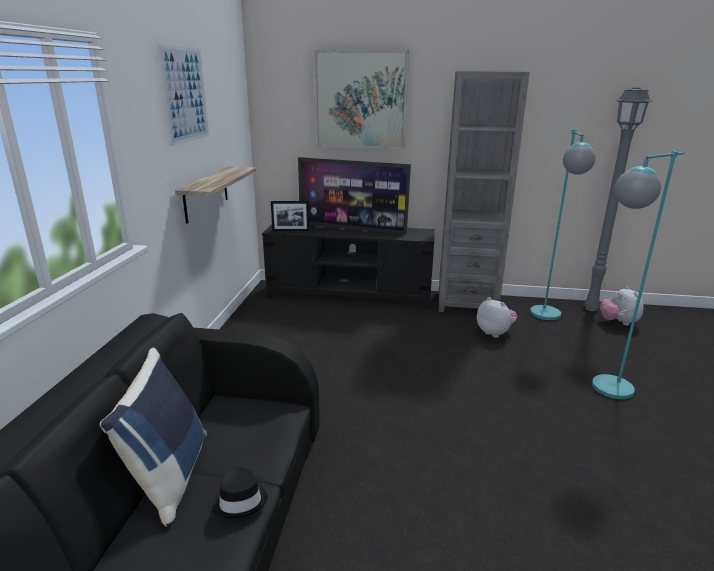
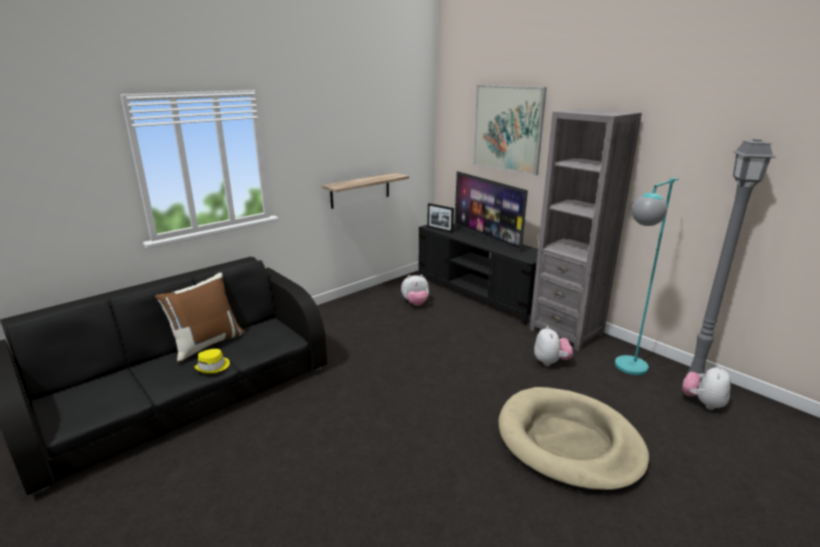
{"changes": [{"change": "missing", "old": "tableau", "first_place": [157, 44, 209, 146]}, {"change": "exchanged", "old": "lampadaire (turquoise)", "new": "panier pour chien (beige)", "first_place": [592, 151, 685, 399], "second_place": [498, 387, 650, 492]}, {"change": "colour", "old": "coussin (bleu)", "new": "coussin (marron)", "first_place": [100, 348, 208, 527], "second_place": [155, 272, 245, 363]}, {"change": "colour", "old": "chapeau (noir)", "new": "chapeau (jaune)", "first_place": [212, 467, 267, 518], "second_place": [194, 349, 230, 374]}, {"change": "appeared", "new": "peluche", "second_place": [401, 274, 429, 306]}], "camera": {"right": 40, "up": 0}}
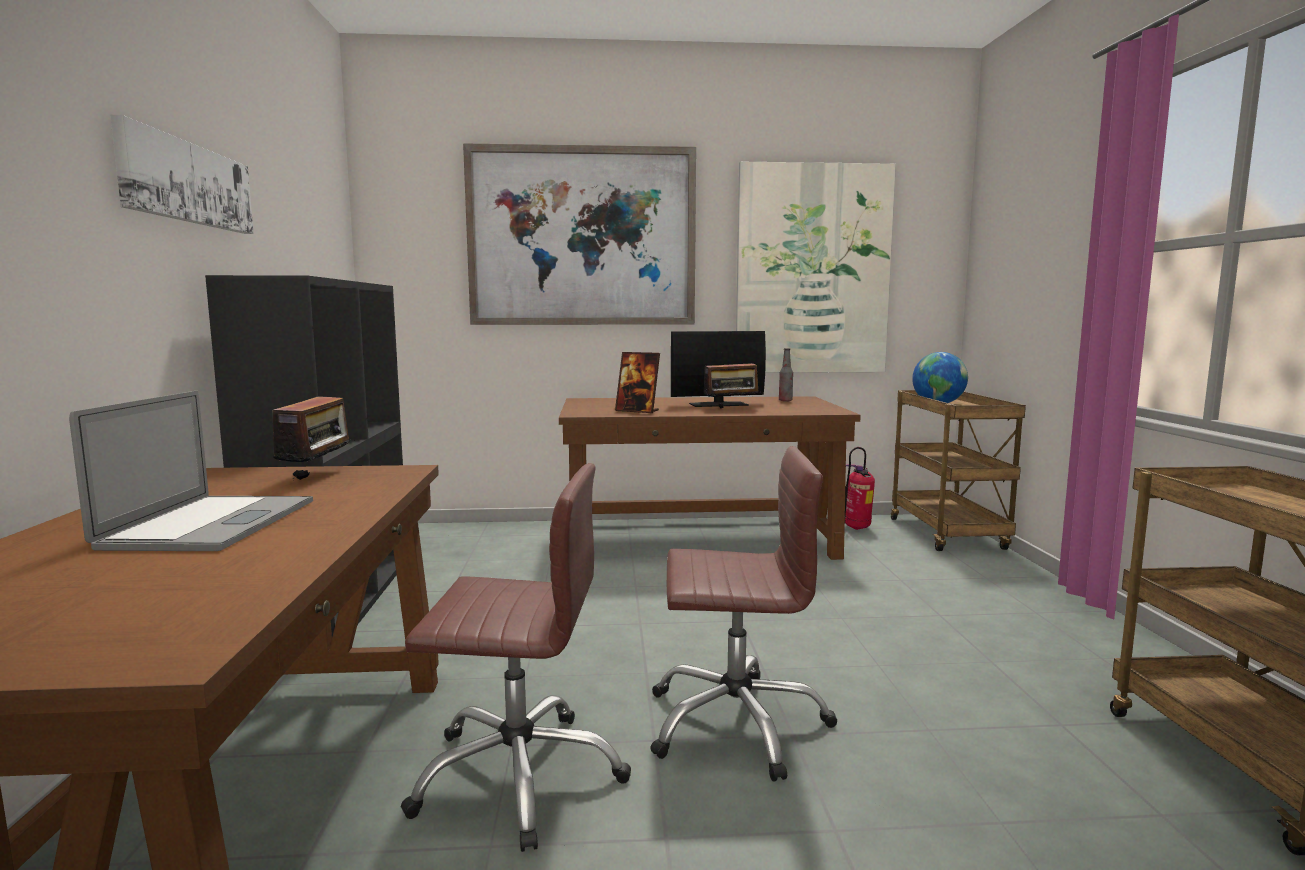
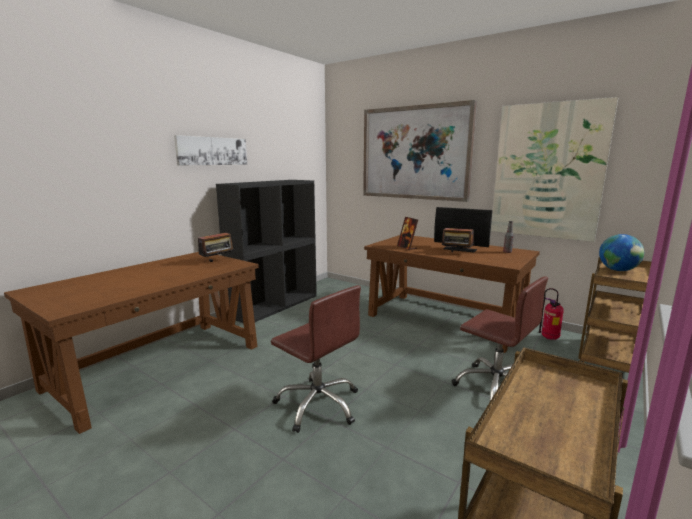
{"changes": [{"change": "missing", "old": "ordinateur portable", "first_place": [69, 391, 313, 551]}, {"change": "relocated", "old": "chaise de bureau (marron)", "first_place": [401, 463, 631, 852], "second_place": [452, 276, 548, 402]}], "camera": {"right": 40, "up": 5}}
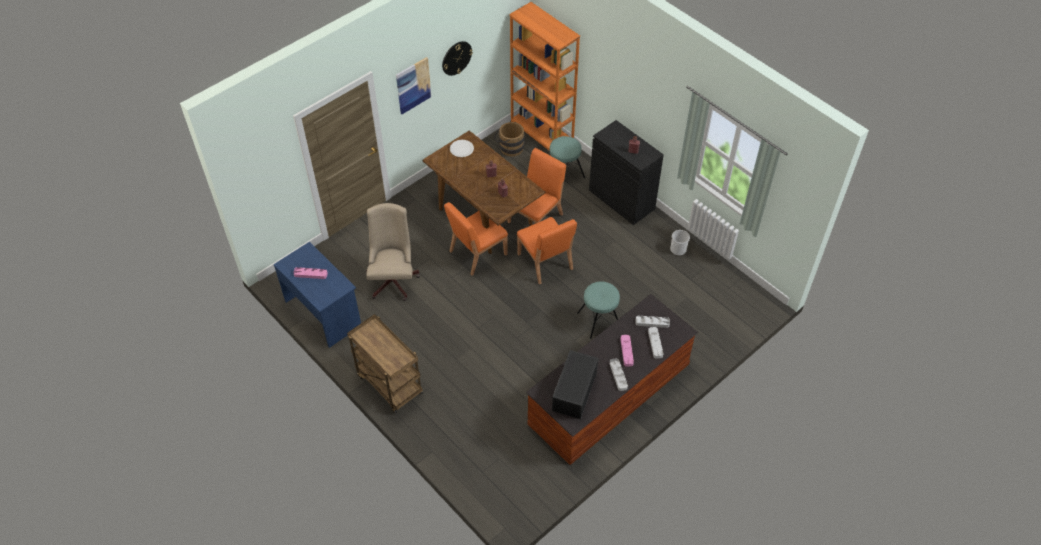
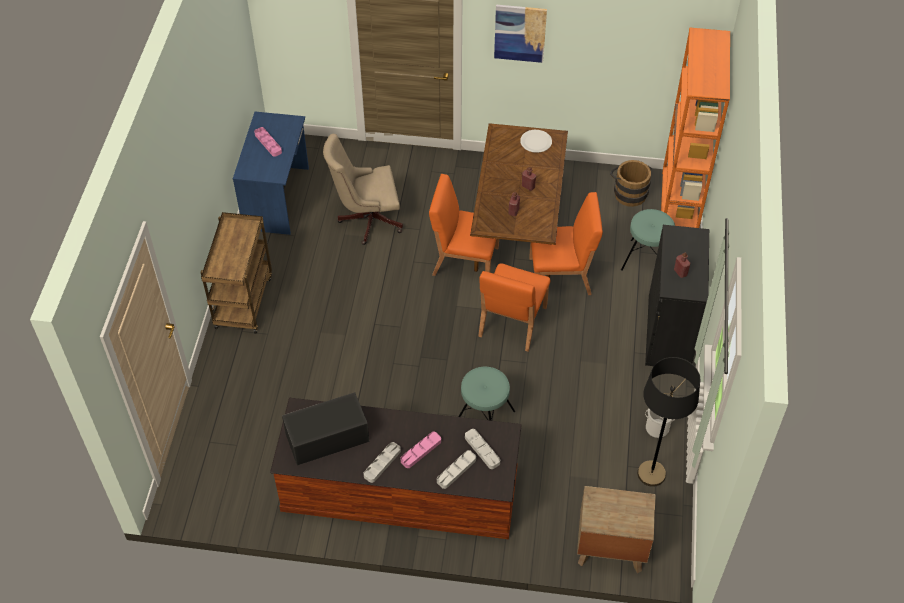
{"changes": [{"change": "missing", "old": "horloge murale", "first_place": [442, 41, 473, 76]}, {"change": "spun", "old": "chaise de bureau (beige)", "first_place": [366, 203, 420, 301], "second_place": [323, 134, 403, 245], "degrees": -150}, {"change": "appeared", "new": "lampadaire (noir)", "second_place": [637, 357, 700, 487]}, {"change": "appeared", "new": "table de chevet (marron)", "second_place": [577, 486, 656, 573]}], "camera": {"right": 50, "up": 0}}
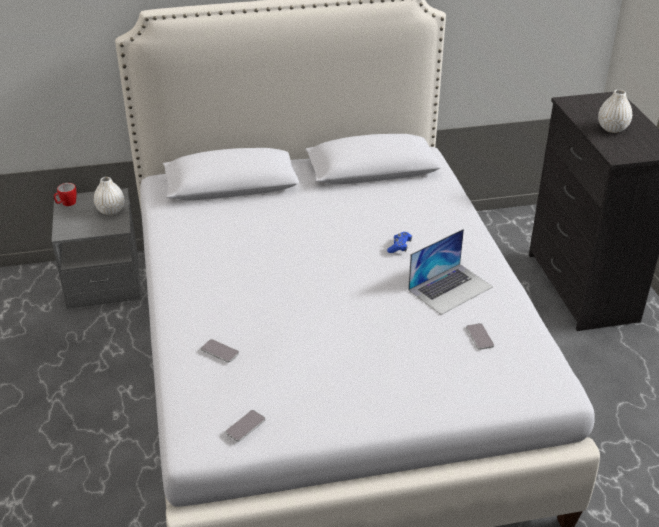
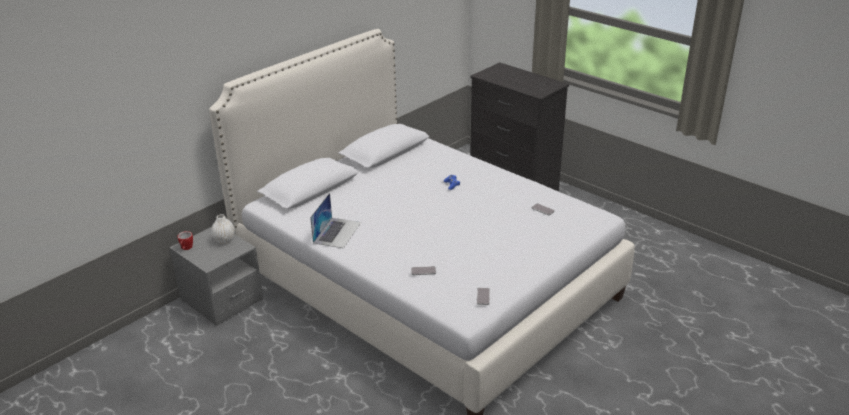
{"changes": [{"change": "missing", "old": "vase (blanc)", "first_place": [598, 89, 632, 133]}, {"change": "relocated", "old": "ordinateur portable", "first_place": [408, 229, 493, 315], "second_place": [310, 193, 361, 248]}], "camera": {"right": -35, "up": -5}}
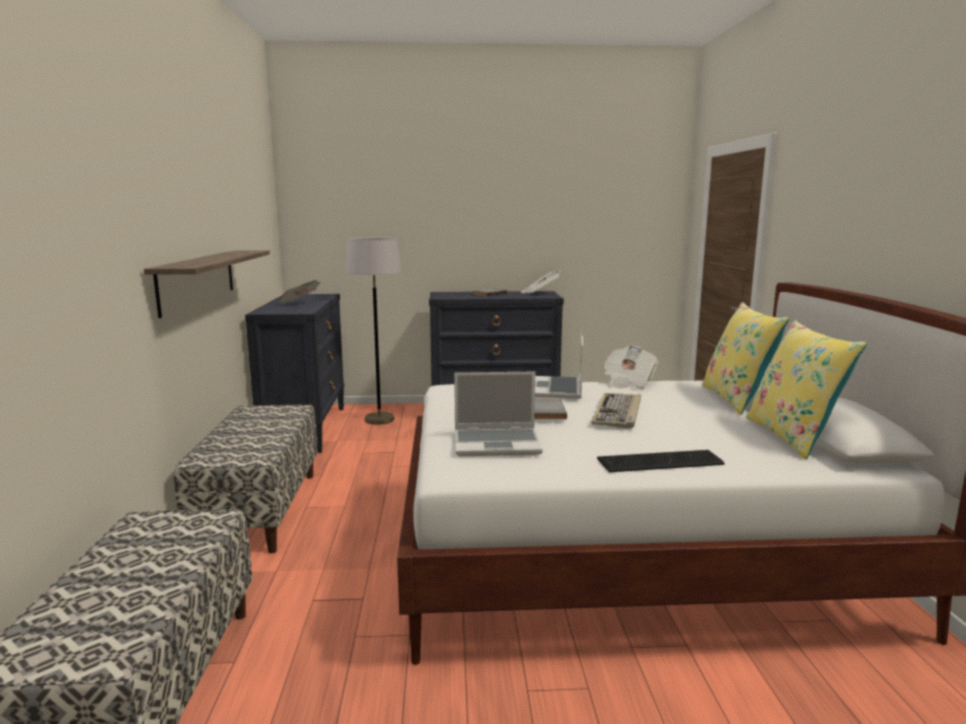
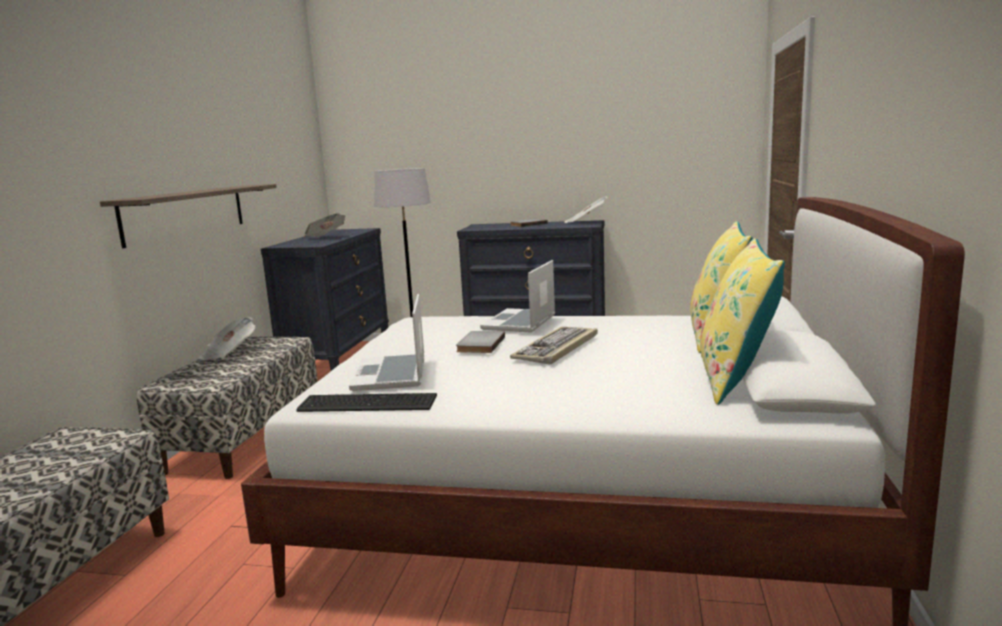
{"changes": [{"change": "relocated", "old": "journal", "first_place": [603, 345, 659, 389], "second_place": [199, 317, 255, 360]}, {"change": "spun", "old": "ordinateur portable", "first_place": [454, 372, 543, 456], "second_place": [349, 294, 425, 391], "degrees": 75}, {"change": "relocated", "old": "clavier", "first_place": [597, 450, 725, 472], "second_place": [296, 393, 437, 412]}], "camera": {"right": 15, "up": 0}}
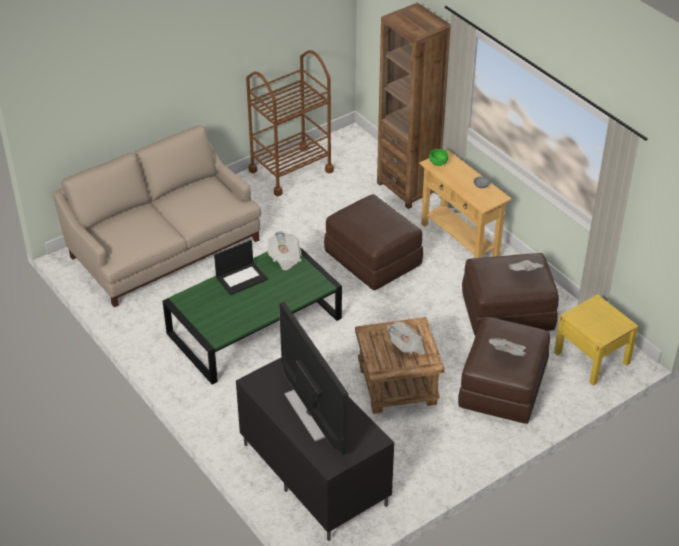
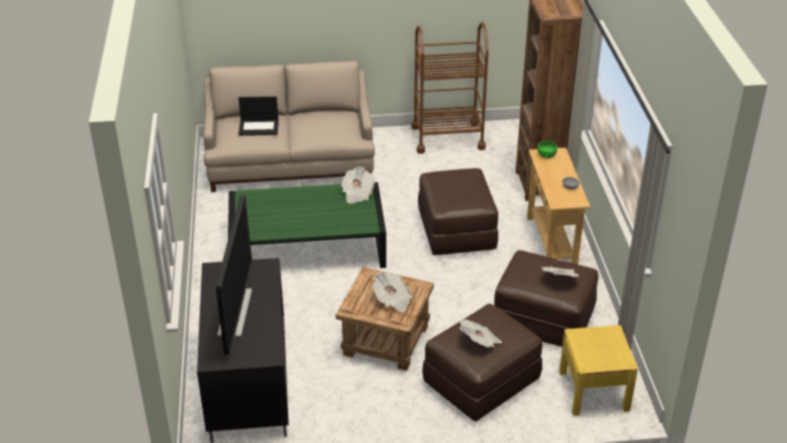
{"changes": [{"change": "relocated", "old": "ordinateur portable", "first_place": [214, 240, 268, 295], "second_place": [238, 96, 279, 136]}], "camera": {"right": 30, "up": -5}}
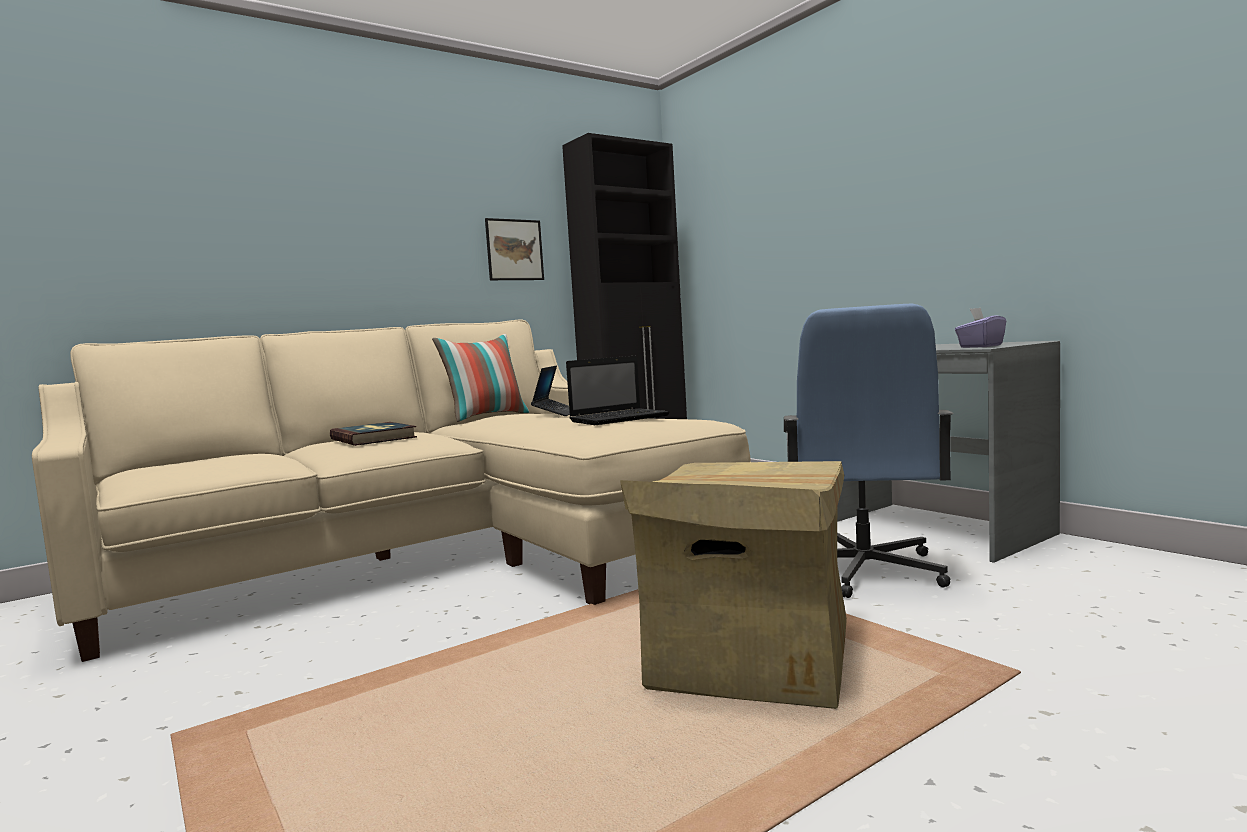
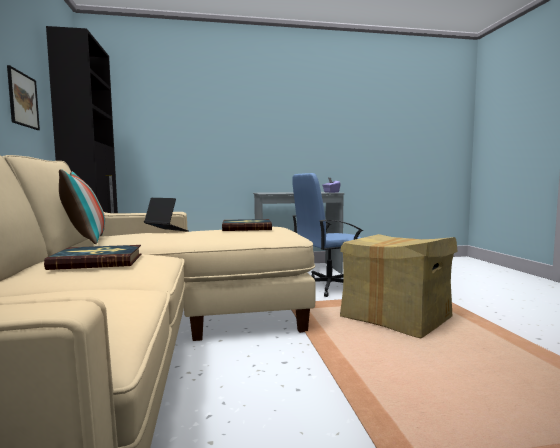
{"changes": [{"change": "spun", "old": "chaise de bureau (bleu)", "first_place": [784, 304, 954, 598], "second_place": [292, 173, 363, 297], "degrees": 120}, {"change": "exchanged", "old": "ordinateur portable", "new": "livre", "first_place": [566, 356, 670, 425], "second_place": [222, 219, 272, 231]}], "camera": {"right": -65, "up": 0}}
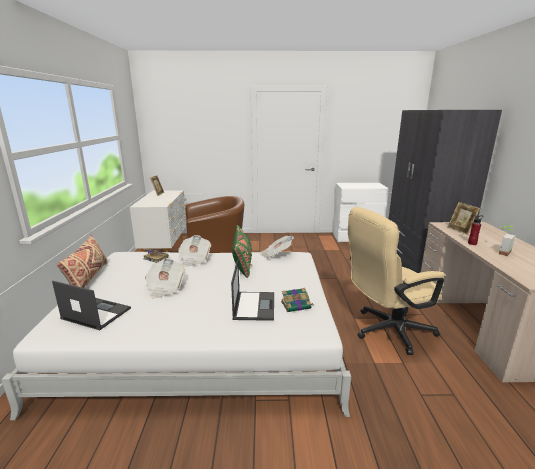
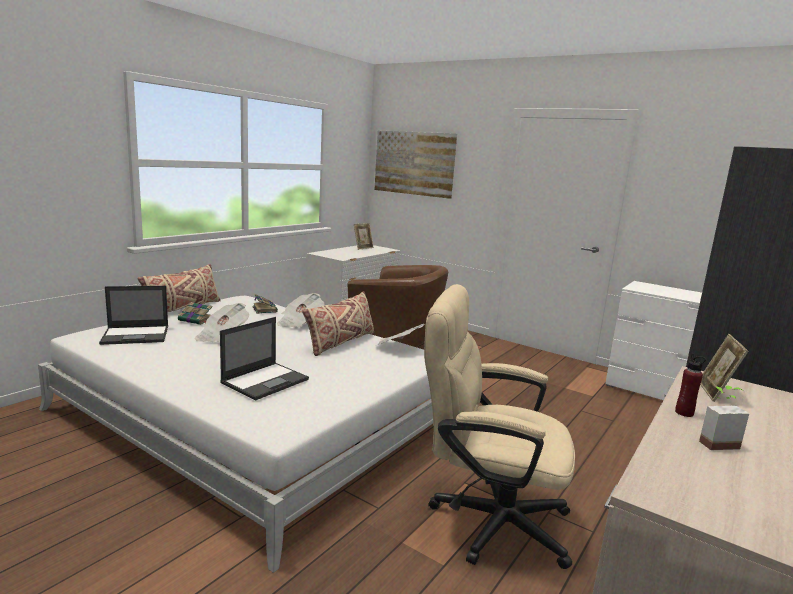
{"changes": [{"change": "colour", "old": "coussin (vert)", "new": "coussin (beige)", "first_place": [232, 225, 252, 278], "second_place": [302, 291, 374, 356]}, {"change": "spun", "old": "ordinateur portable", "first_place": [52, 281, 131, 330], "second_place": [99, 286, 168, 345], "degrees": 105}, {"change": "relocated", "old": "livre", "first_place": [281, 288, 313, 312], "second_place": [178, 302, 213, 325]}, {"change": "appeared", "new": "tableau", "second_place": [375, 131, 457, 199]}], "camera": {"right": 35, "up": -5}}
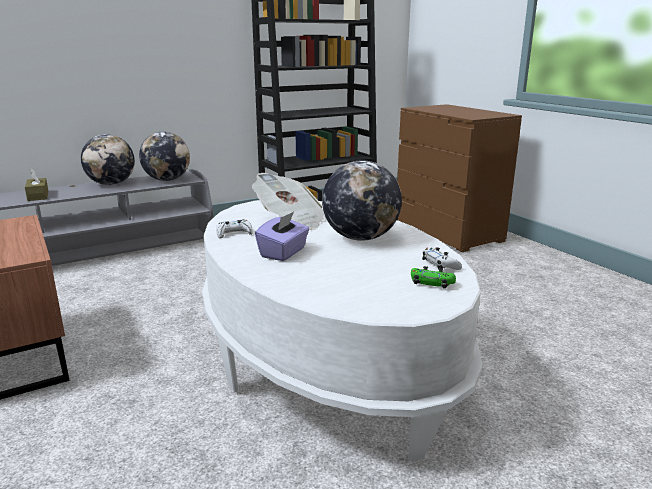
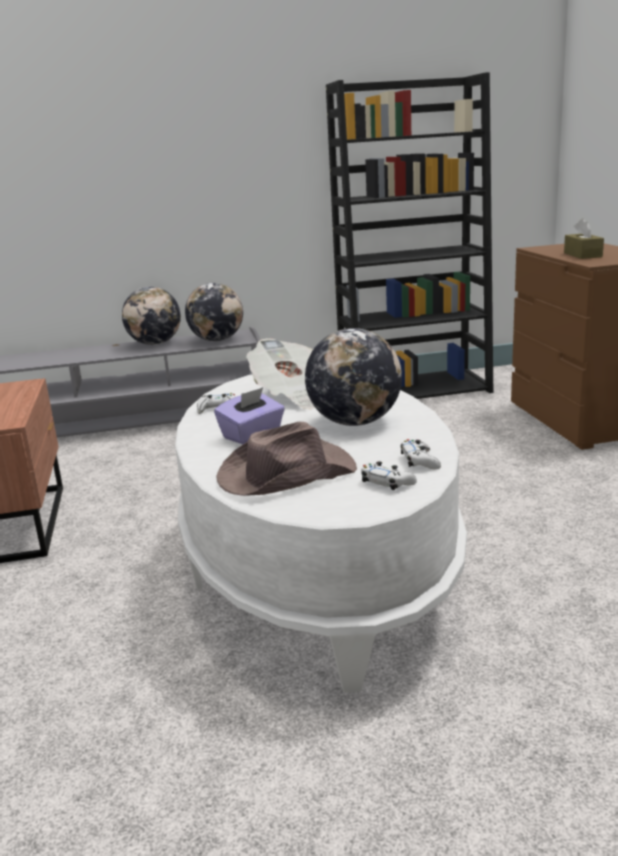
{"changes": [{"change": "relocated", "old": "boîte à mouchoirs (marron)", "first_place": [25, 169, 48, 201], "second_place": [564, 218, 604, 259]}, {"change": "colour", "old": "manette (vert)", "new": "manette (blanc)", "first_place": [411, 266, 456, 289], "second_place": [361, 461, 417, 490]}, {"change": "appeared", "new": "chapeau (marron)", "second_place": [216, 422, 357, 496]}], "camera": {"right": 20, "up": 0}}
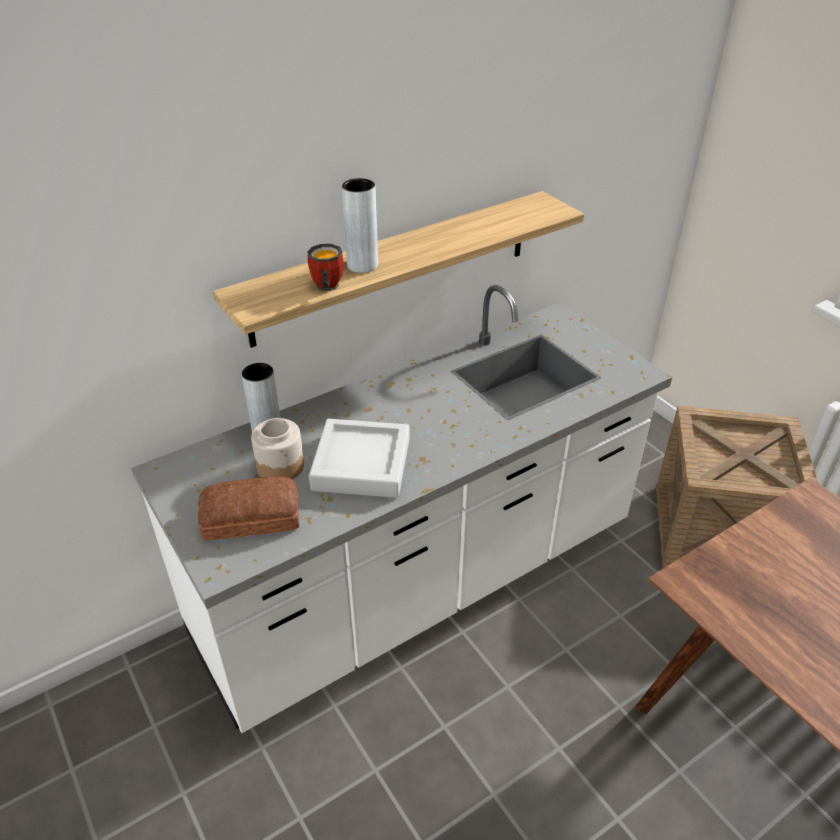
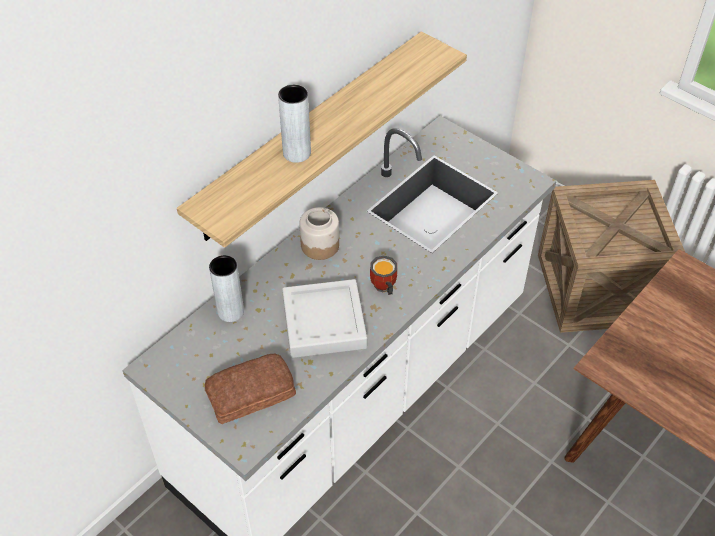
{"changes": [{"change": "relocated", "old": "mug", "first_place": [307, 244, 344, 291], "second_place": [370, 255, 397, 295]}, {"change": "relocated", "old": "bocal", "first_place": [251, 418, 304, 480], "second_place": [299, 207, 339, 260]}], "camera": {"right": -15, "up": 10}}
